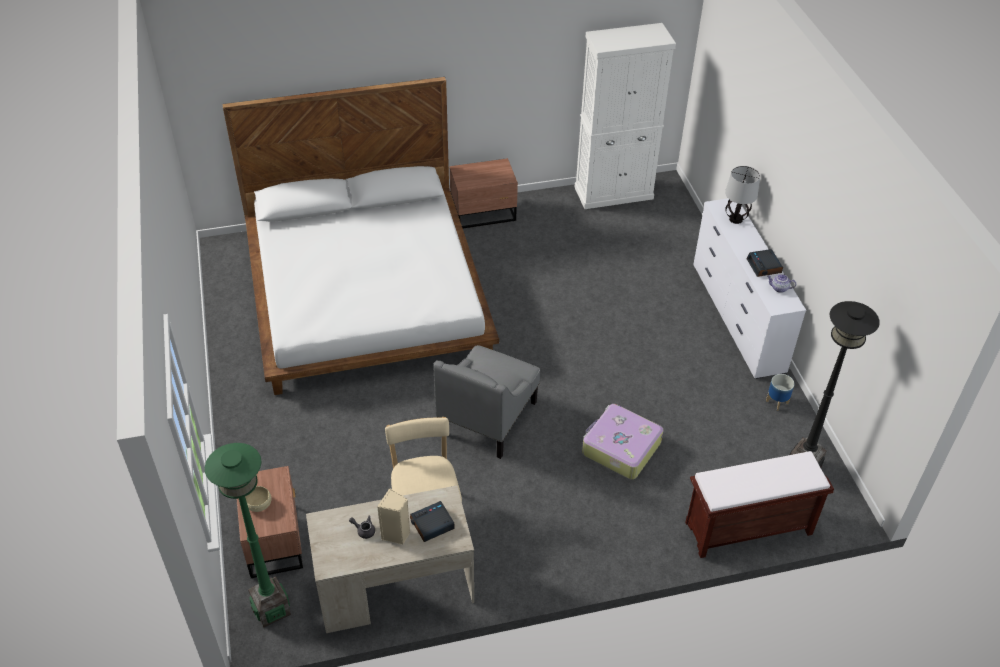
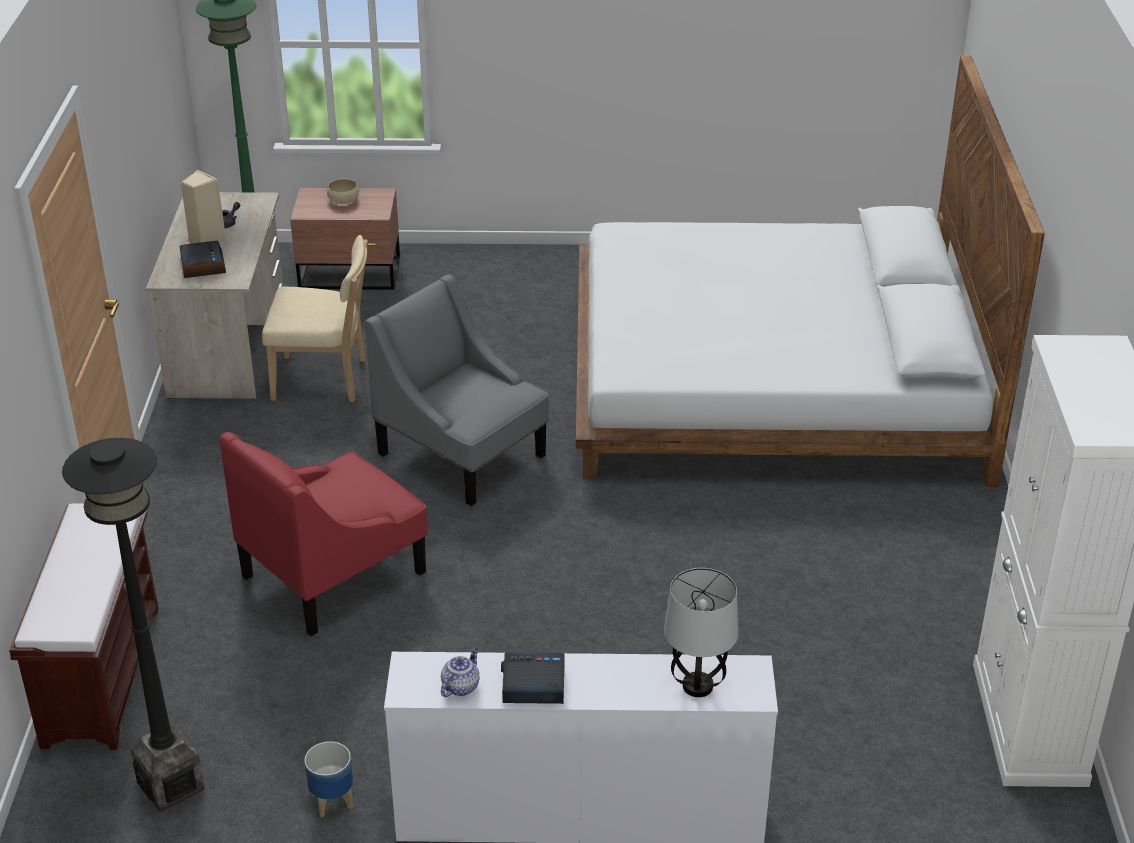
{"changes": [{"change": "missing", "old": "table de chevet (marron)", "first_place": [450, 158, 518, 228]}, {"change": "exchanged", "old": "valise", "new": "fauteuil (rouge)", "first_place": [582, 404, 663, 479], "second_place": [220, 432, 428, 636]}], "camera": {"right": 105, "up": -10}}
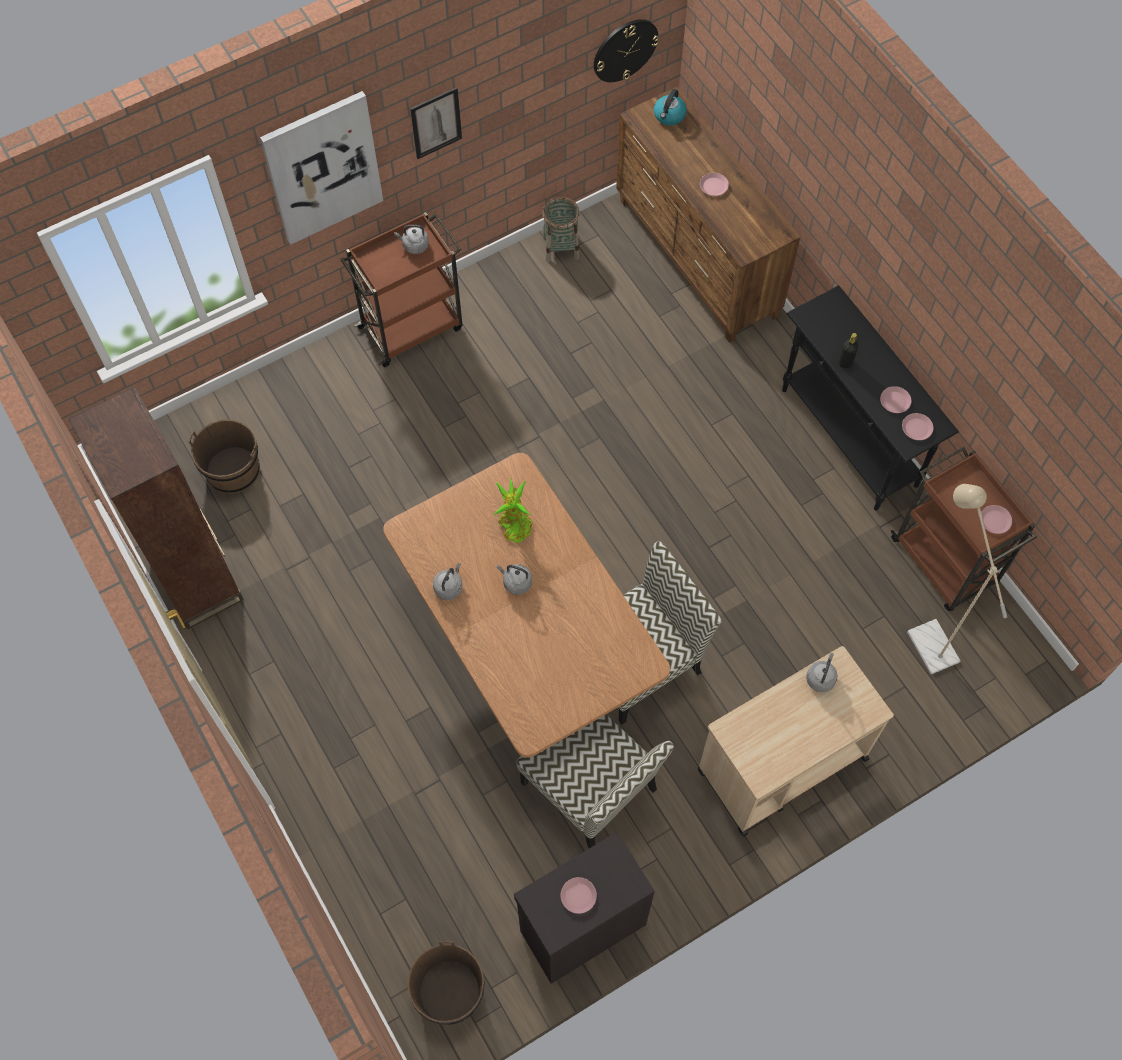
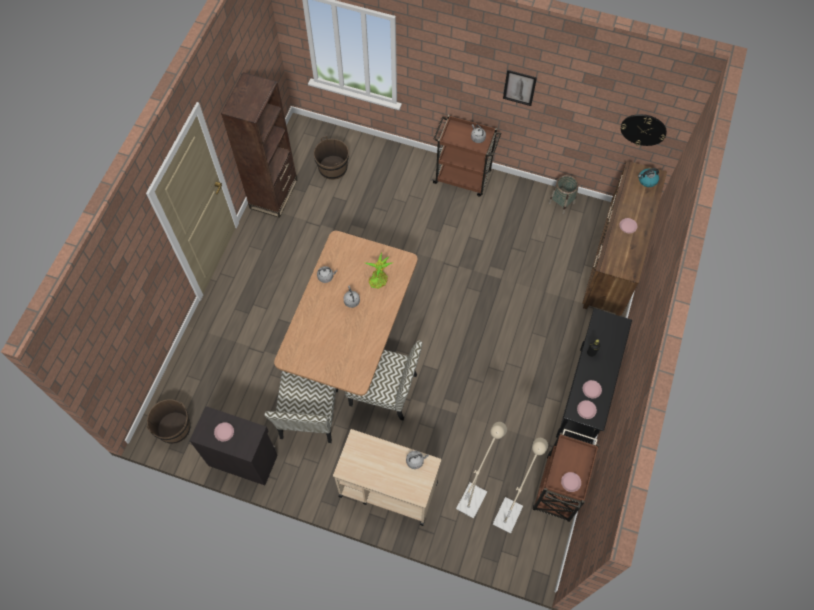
{"changes": [{"change": "missing", "old": "tableau", "first_place": [260, 91, 383, 245]}, {"change": "appeared", "new": "lampadaire (beige)", "second_place": [456, 422, 507, 519]}], "camera": {"right": 50, "up": 0}}
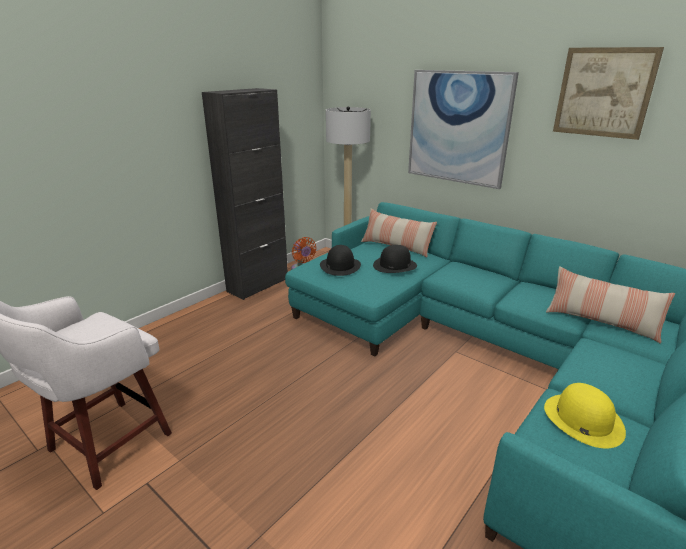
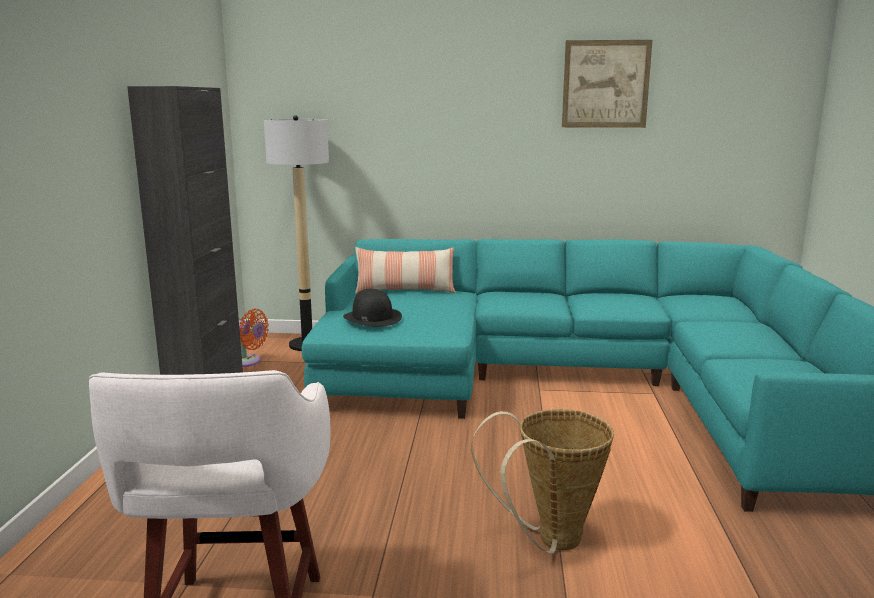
{"changes": [{"change": "missing", "old": "tableau", "first_place": [408, 70, 519, 189]}, {"change": "missing", "old": "chapeau (noir)", "first_place": [373, 245, 417, 273]}, {"change": "missing", "old": "coussin", "first_place": [546, 266, 675, 344]}, {"change": "missing", "old": "chapeau (jaune)", "first_place": [544, 383, 626, 449]}, {"change": "appeared", "new": "panier", "second_place": [471, 409, 614, 554]}], "camera": {"right": -35, "up": -10}}
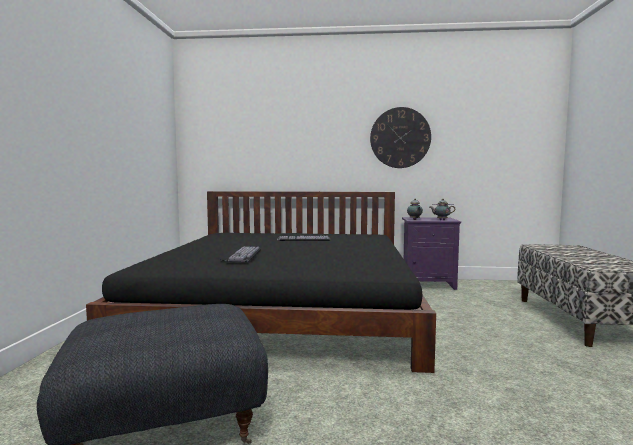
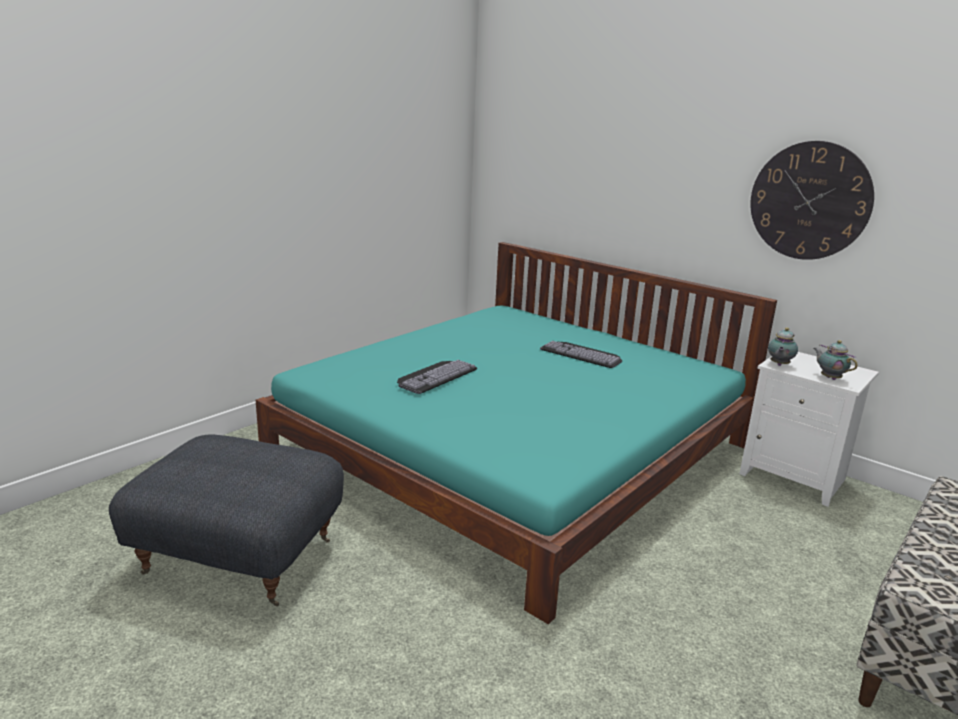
{"changes": [{"change": "colour", "old": "lit (noir)", "new": "lit (turquoise)", "first_place": [86, 191, 436, 373], "second_place": [256, 242, 777, 624]}, {"change": "colour", "old": "table de chevet (violet)", "new": "table de chevet (blanc)", "first_place": [402, 217, 461, 290], "second_place": [739, 352, 879, 507]}], "camera": {"right": 35, "up": 15}}
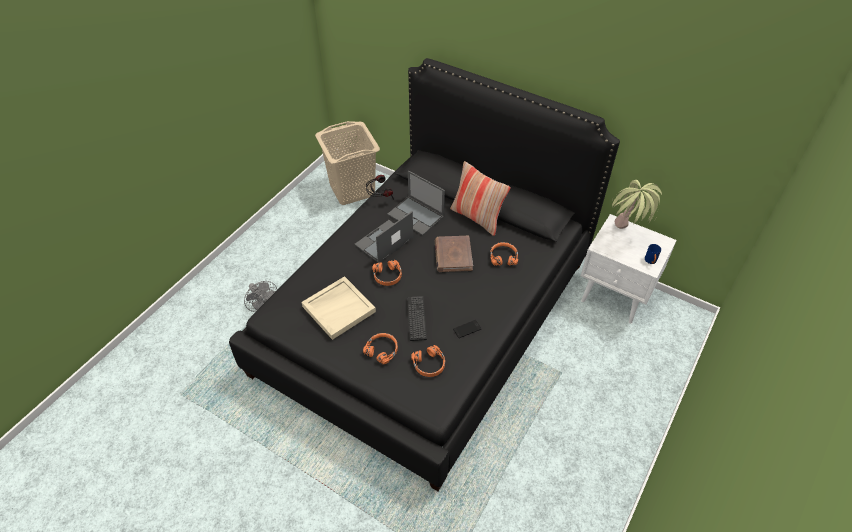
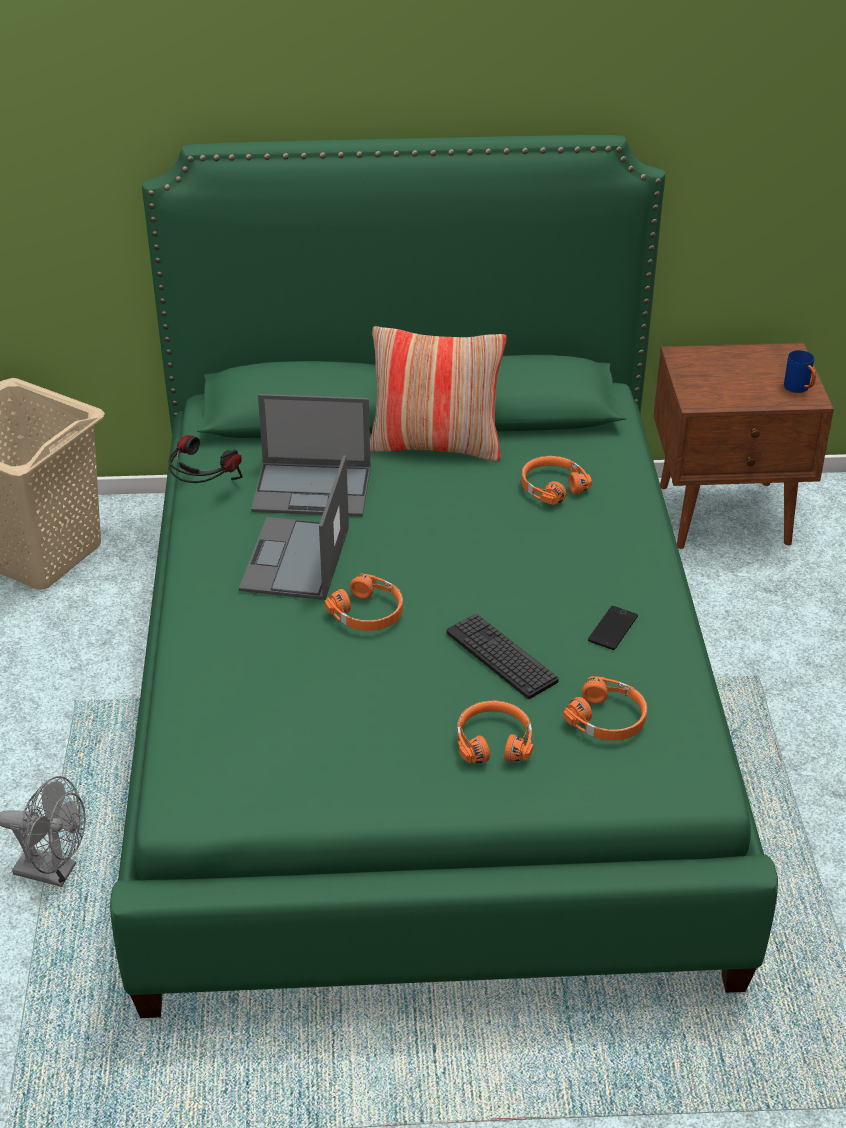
{"changes": [{"change": "colour", "old": "lit (noir)", "new": "lit (vert)", "first_place": [229, 58, 620, 491], "second_place": [110, 135, 778, 1018]}, {"change": "missing", "old": "plante en pot", "first_place": [612, 180, 662, 229]}, {"change": "colour", "old": "table de chevet (blanc)", "new": "table de chevet (marron)", "first_place": [581, 214, 677, 324], "second_place": [654, 343, 834, 549]}, {"change": "missing", "old": "livre (marron)", "first_place": [435, 236, 473, 272]}, {"change": "missing", "old": "plateau (beige)", "first_place": [301, 276, 376, 340]}], "camera": {"right": -35, "up": -10}}
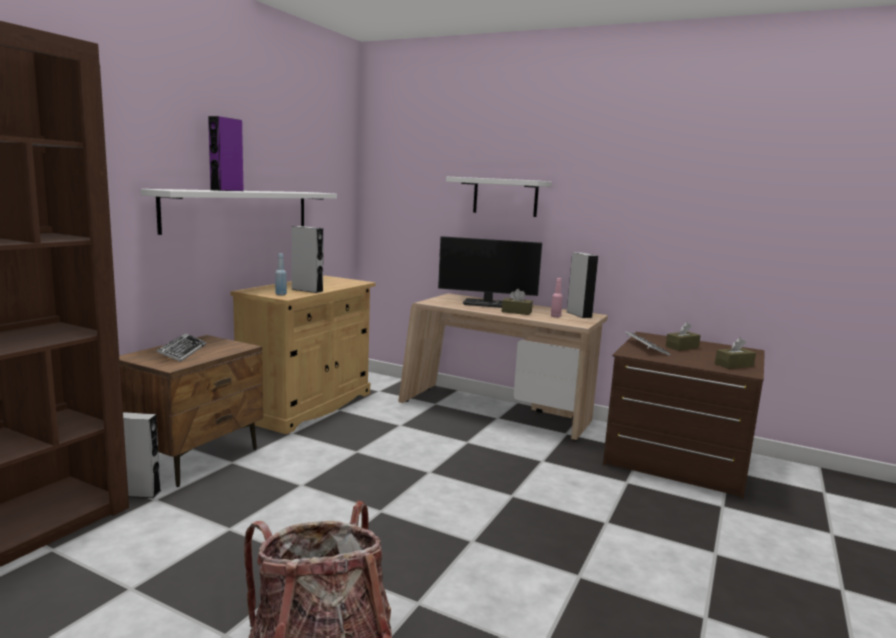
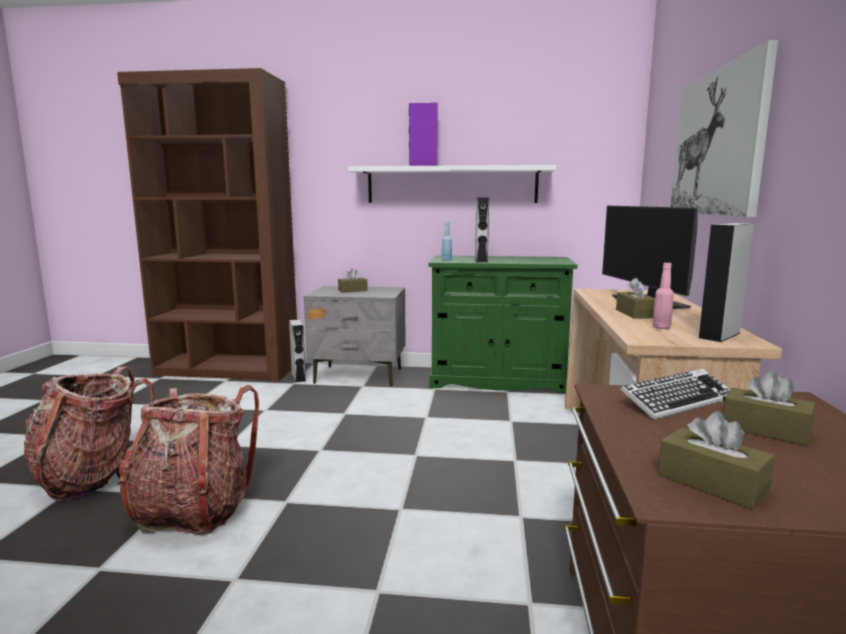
{"changes": [{"change": "exchanged", "old": "étagère (blanc)", "new": "tableau", "first_place": [446, 177, 552, 217], "second_place": [670, 40, 778, 217]}, {"change": "colour", "old": "meuble de rangement (beige)", "new": "meuble de rangement (vert)", "first_place": [230, 276, 376, 434], "second_place": [428, 255, 578, 393]}, {"change": "exchanged", "old": "clavier", "new": "boîte à mouchoirs (marron)", "first_place": [156, 333, 206, 362], "second_place": [338, 268, 368, 293]}, {"change": "colour", "old": "table de chevet (marron)", "new": "table de chevet (gris)", "first_place": [119, 335, 263, 487], "second_place": [304, 286, 406, 387]}, {"change": "appeared", "new": "sac à dos", "second_place": [119, 385, 259, 535]}], "camera": {"right": 70, "up": 0}}
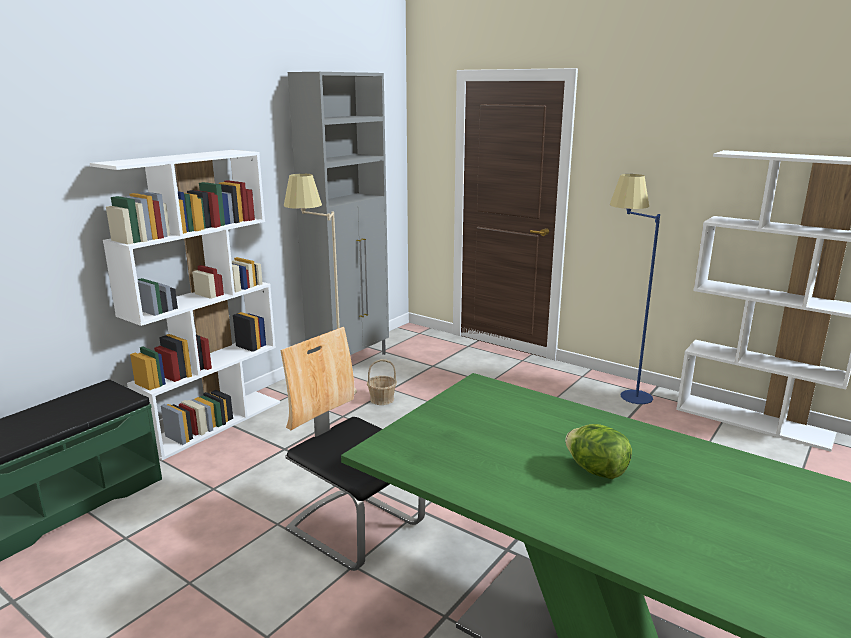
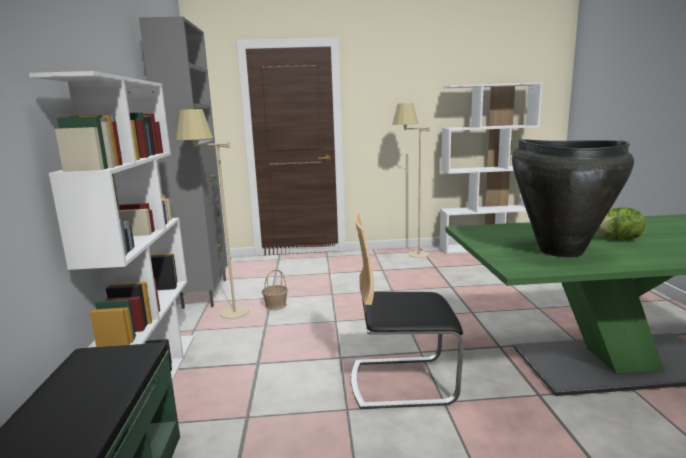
{"changes": [{"change": "colour", "old": "lampadaire (bleu)", "new": "lampadaire (beige)", "first_place": [610, 174, 660, 404], "second_place": [392, 103, 430, 258]}, {"change": "appeared", "new": "vase (noir)", "second_place": [512, 139, 634, 258]}], "camera": {"right": -40, "up": -5}}
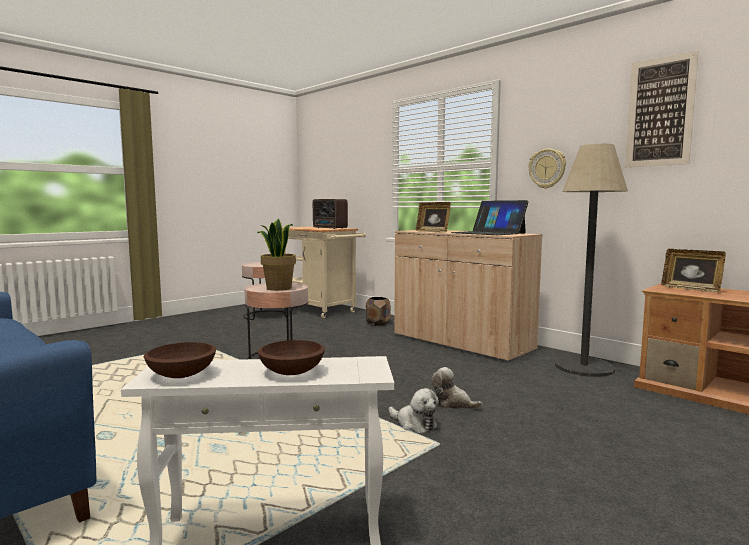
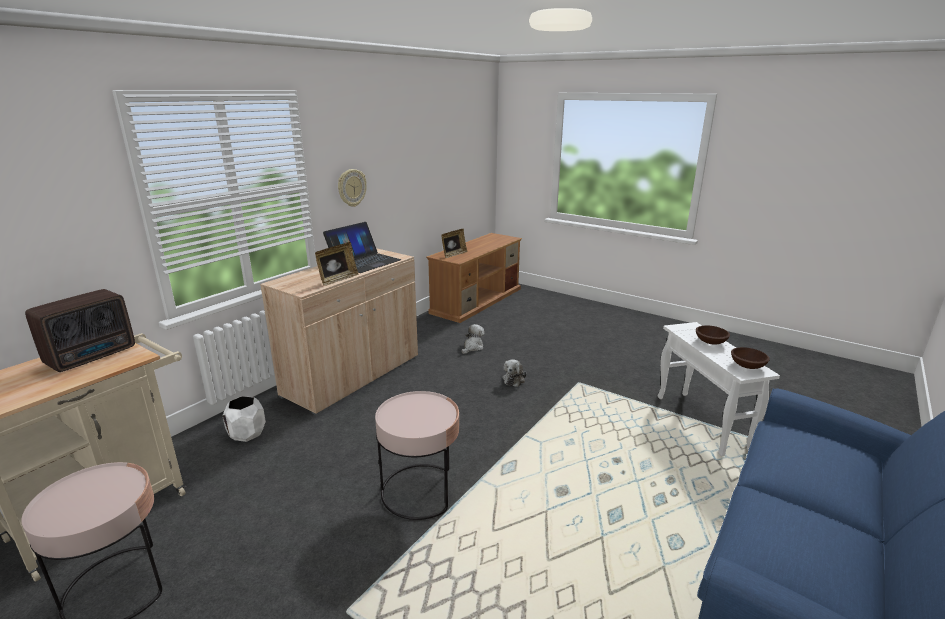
{"changes": [{"change": "missing", "old": "tableau", "first_place": [625, 51, 699, 167]}, {"change": "missing", "old": "lampadaire", "first_place": [555, 144, 628, 377]}, {"change": "missing", "old": "plante en pot", "first_place": [257, 218, 296, 291]}, {"change": "colour", "old": "cache-pot (marron)", "new": "cache-pot (blanc)", "first_place": [366, 297, 391, 326], "second_place": [222, 396, 266, 442]}, {"change": "relocated", "old": "peluche", "first_place": [389, 388, 439, 433], "second_place": [462, 324, 485, 354]}], "camera": {"right": -100, "up": 15}}
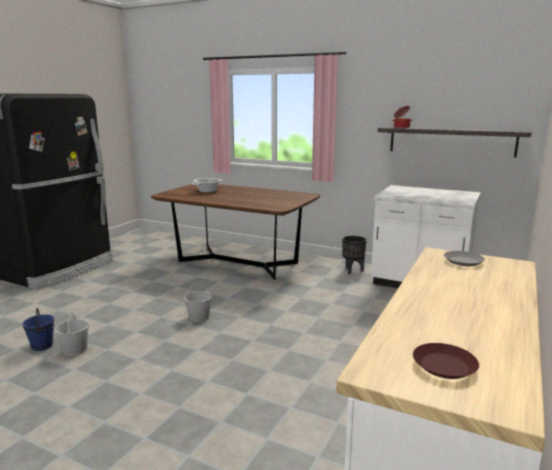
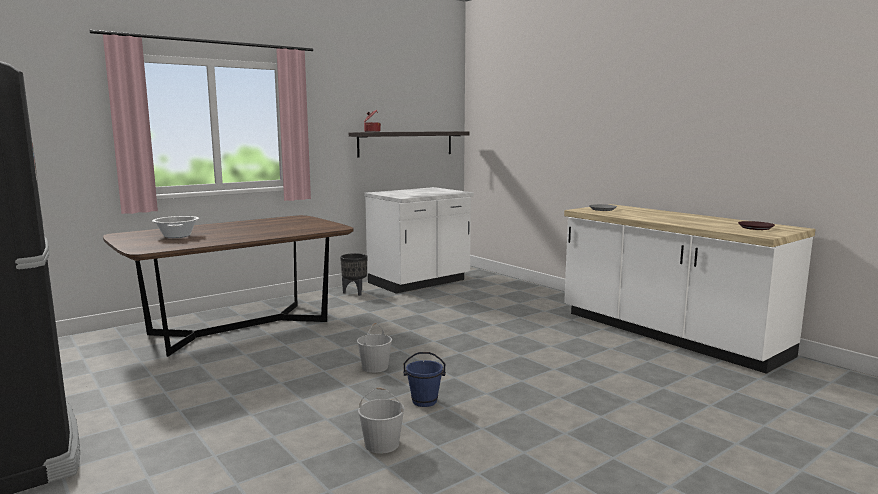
{"changes": [{"change": "relocated", "old": "seau (bleu)", "first_place": [22, 308, 54, 351], "second_place": [403, 352, 446, 407]}], "camera": {"right": -65, "up": -5}}
